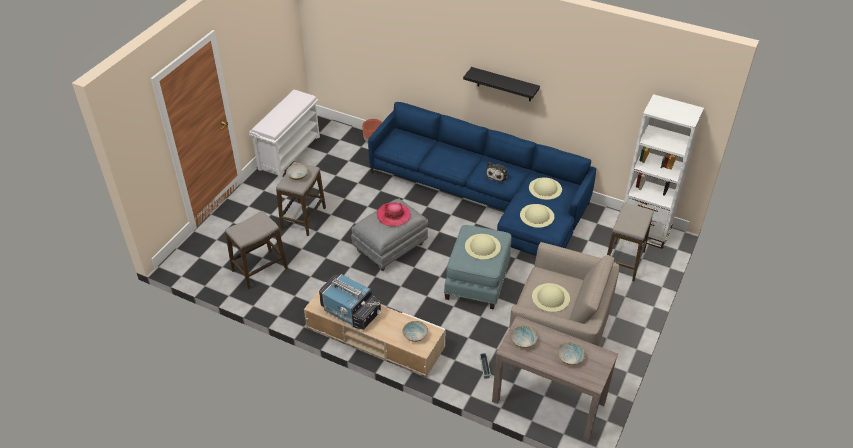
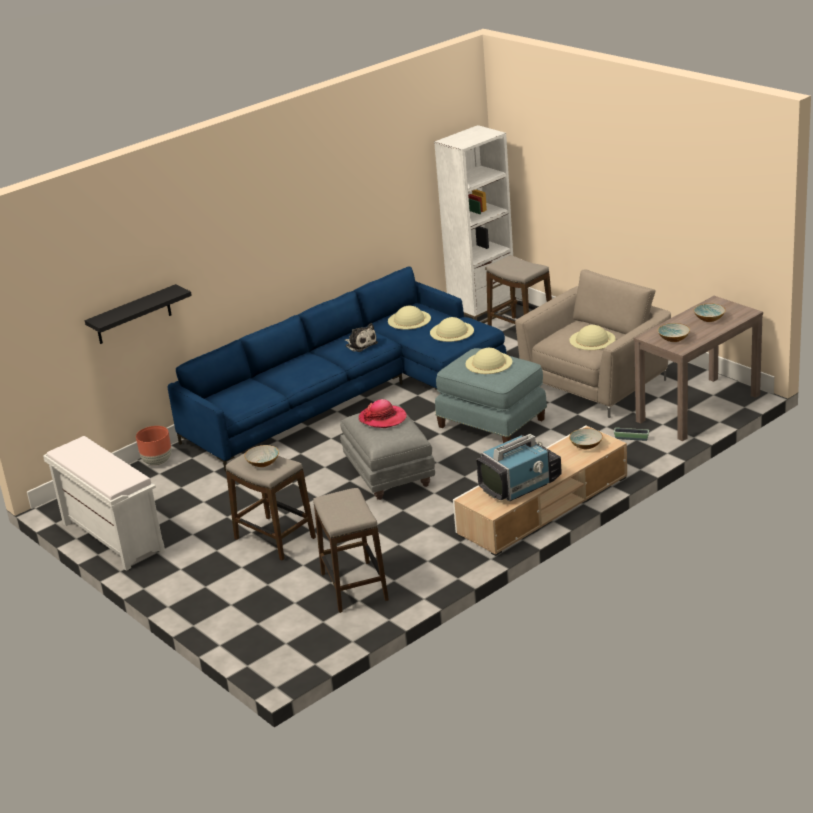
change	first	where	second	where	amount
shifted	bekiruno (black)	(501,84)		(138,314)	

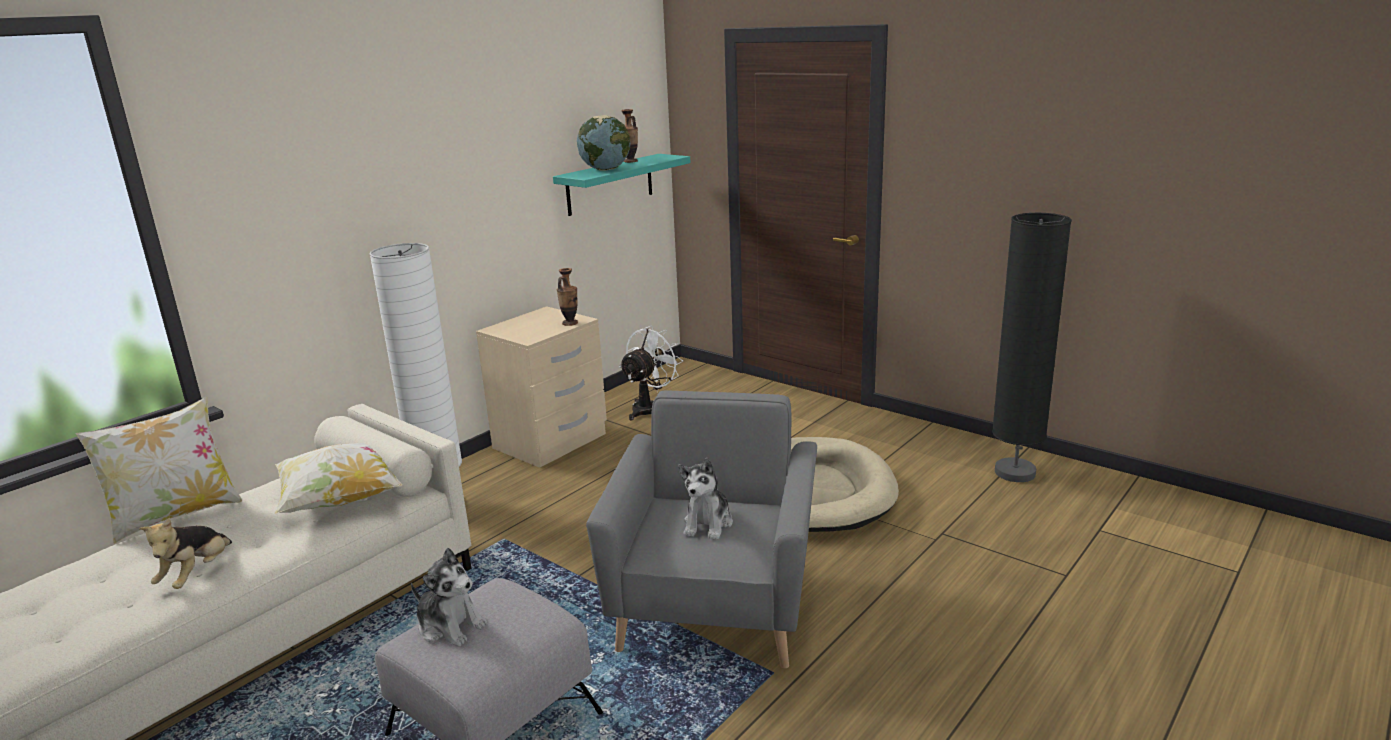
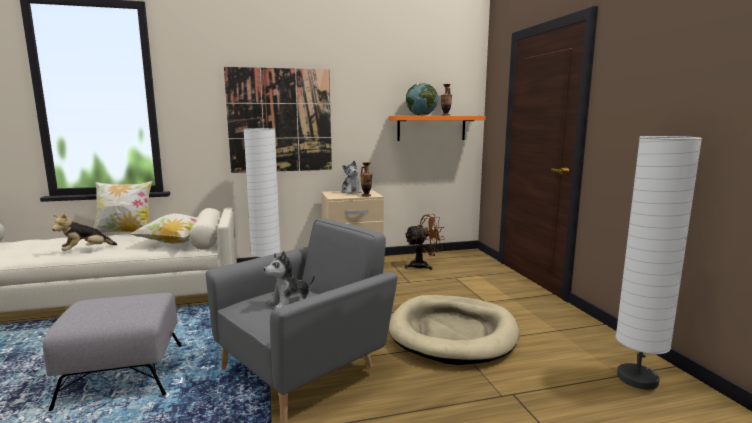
change	first	where	second	where	amount
repainted	bekiruno (turquoise)	(622,185)	bekiruno (orange)	(437,128)	
repainted	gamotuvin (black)	(1032,347)	gamotuvin (white)	(659,263)	
repainted	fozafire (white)	(651,373)	fozafire (brown)	(425,242)	
shifted	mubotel	(449,597)		(351,177)	
new			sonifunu	(278,120)	

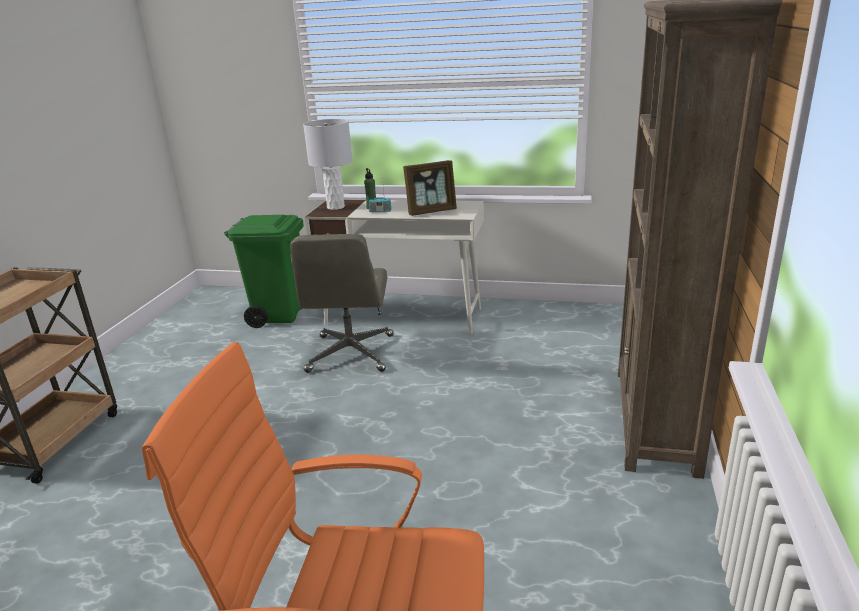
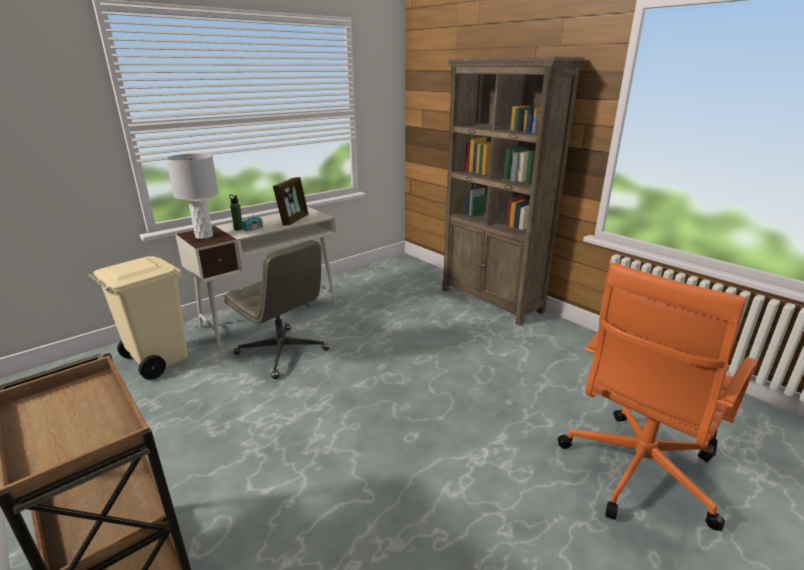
change	first	where	second	where	amount
repainted	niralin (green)	(264,271)	niralin (beige)	(138,318)	

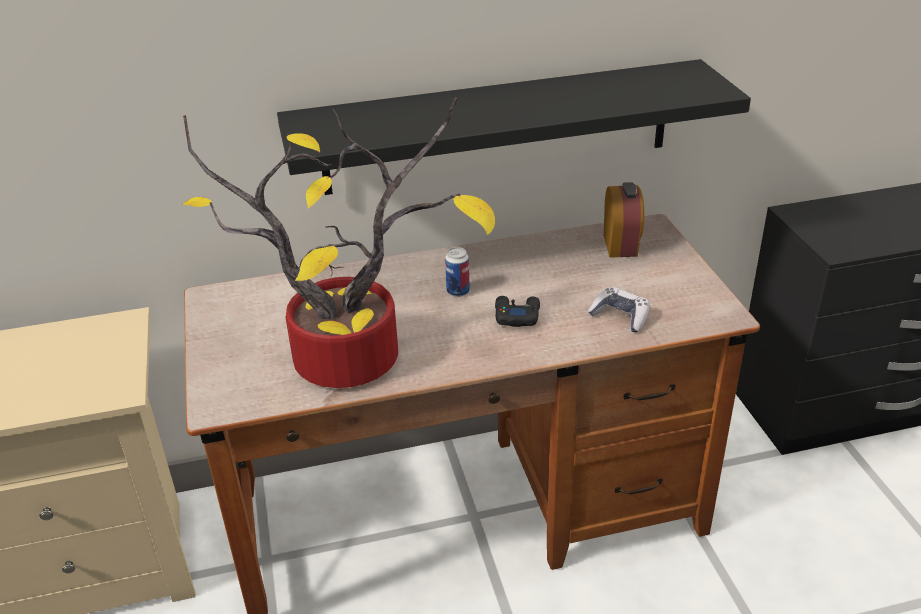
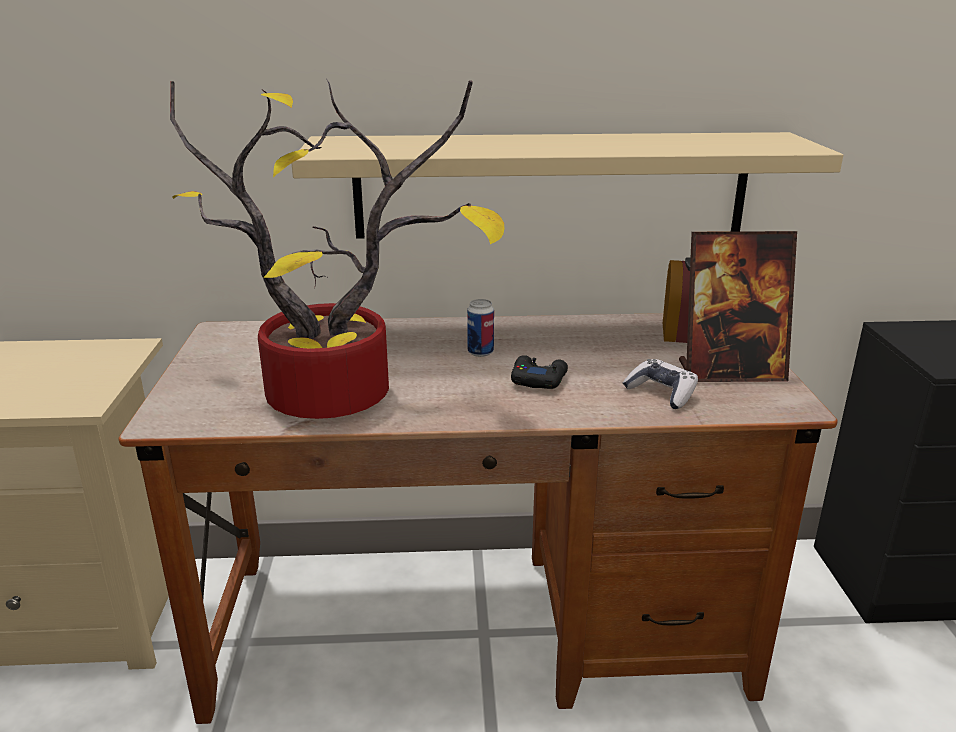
change	first	where	second	where	amount
repainted	bekiruno (black)	(514,127)	bekiruno (beige)	(567,185)	
new			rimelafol	(738,306)	

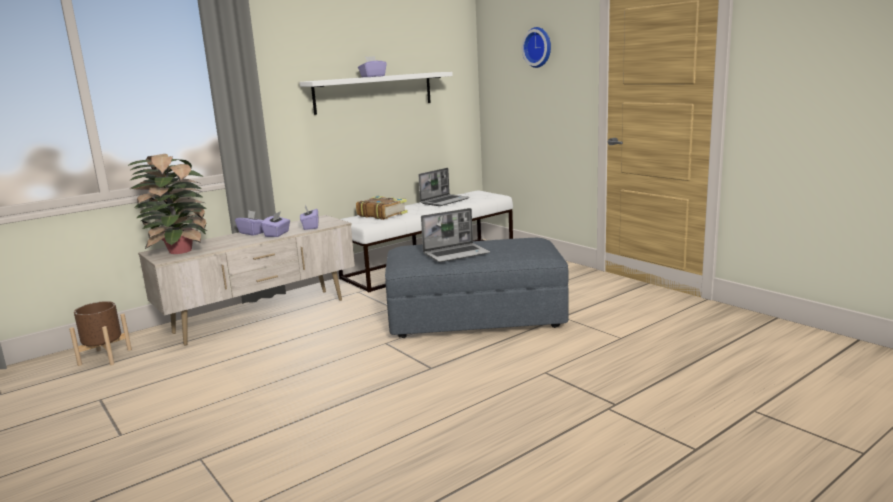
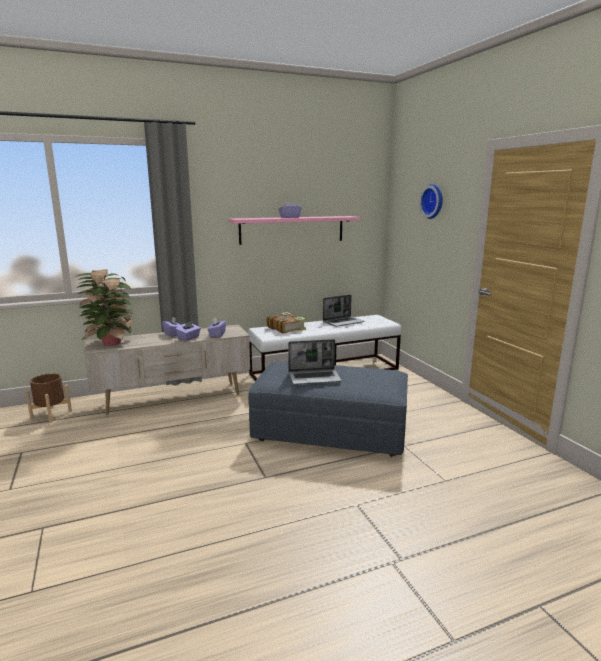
change	first	where	second	where	amount
repainted	bekiruno (white)	(376,93)	bekiruno (pink)	(294,230)	

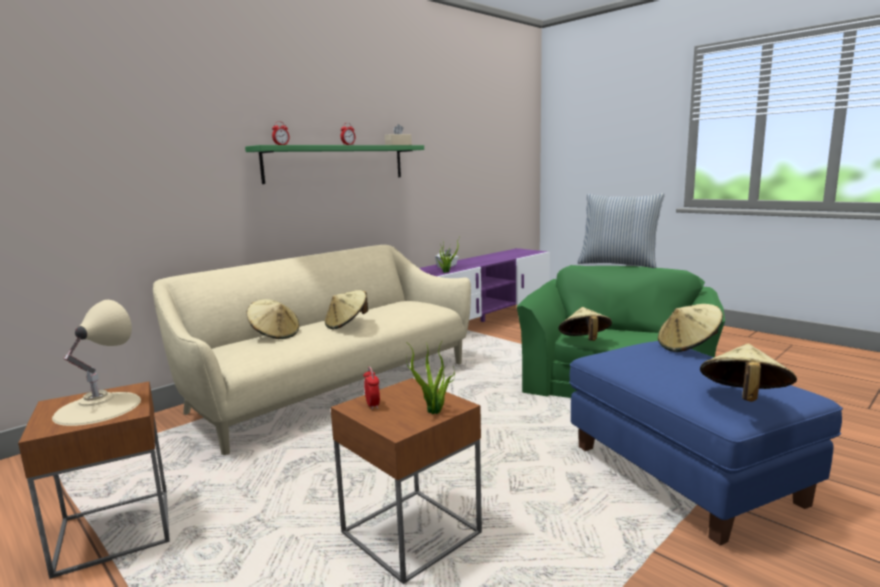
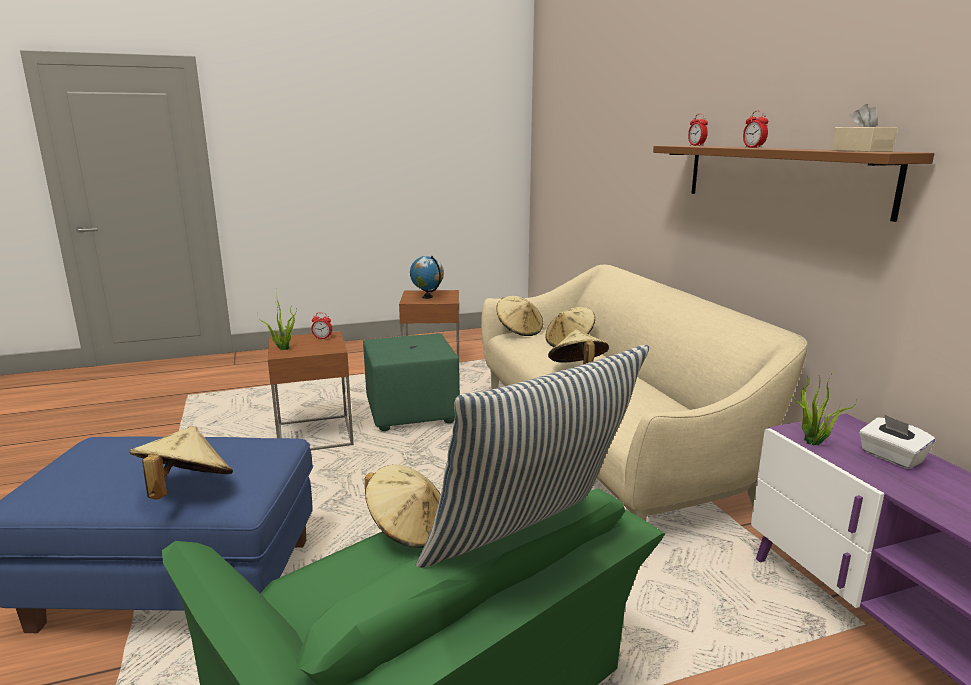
change	first	where	second	where	amount
repainted	bekiruno (green)	(334,164)	bekiruno (brown)	(793,184)	
swapped	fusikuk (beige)	(96,363)	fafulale	(427,277)	
shifted	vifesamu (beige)	(748,373)		(519,316)	
new			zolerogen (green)	(411,382)	

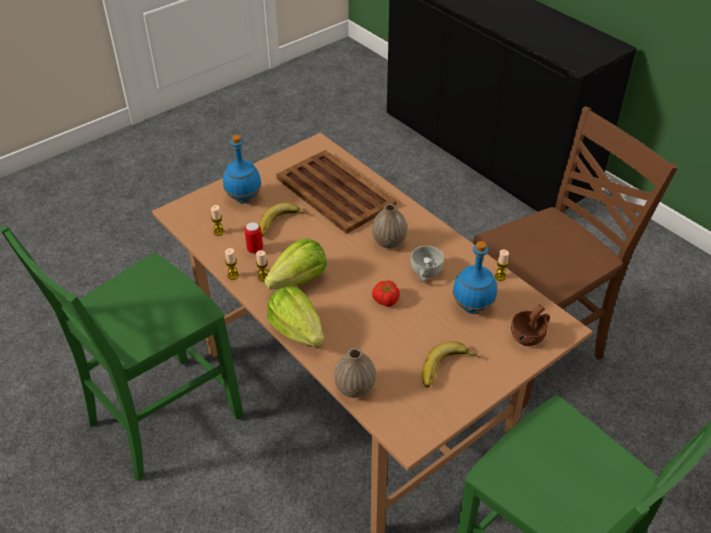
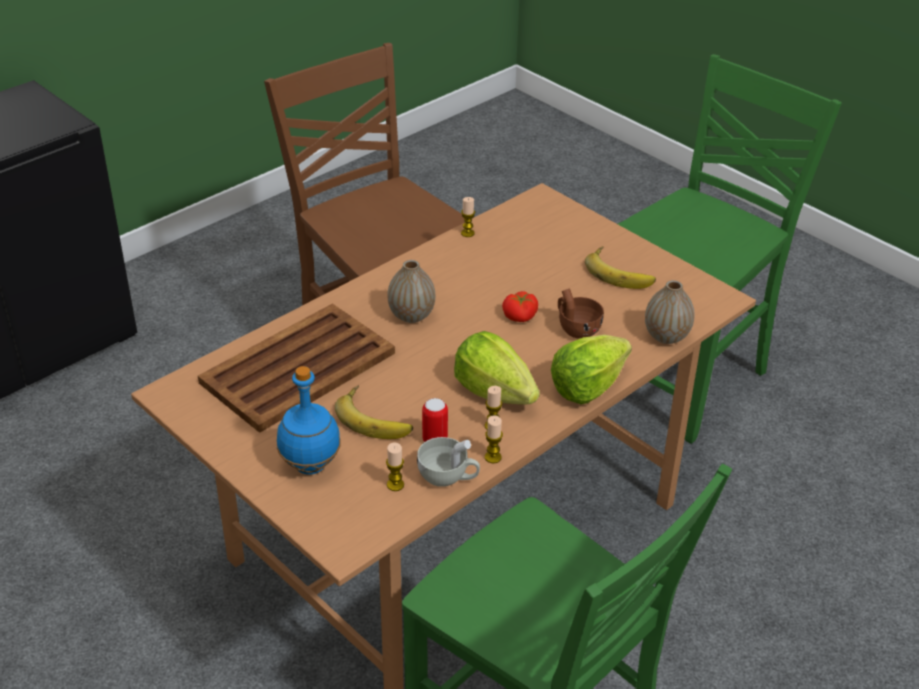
change	first	where	second	where	amount
gone	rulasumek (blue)	(475,277)			
shifted	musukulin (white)	(427,264)		(448,462)	
shifted	musukulin (brown)	(530,325)		(581,313)	

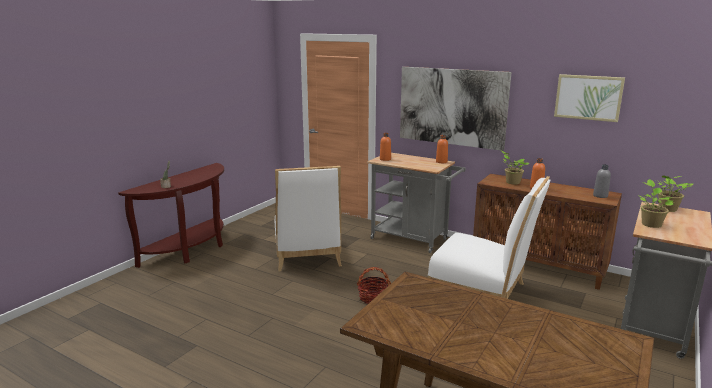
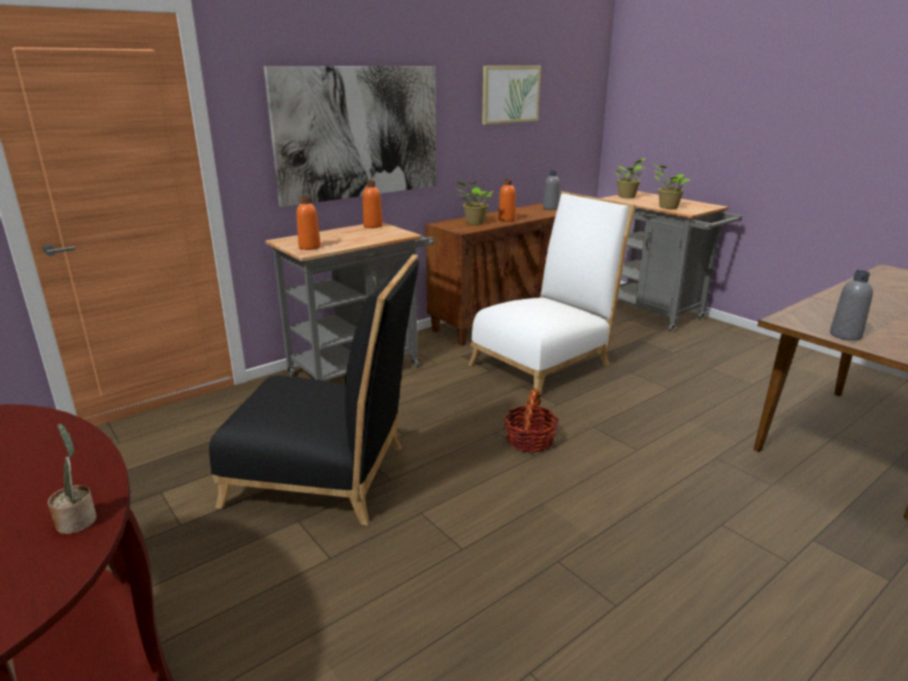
change	first	where	second	where	amount
repainted	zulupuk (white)	(308,218)	zulupuk (black)	(314,389)	
new			rulasumek (grey)	(851,305)	

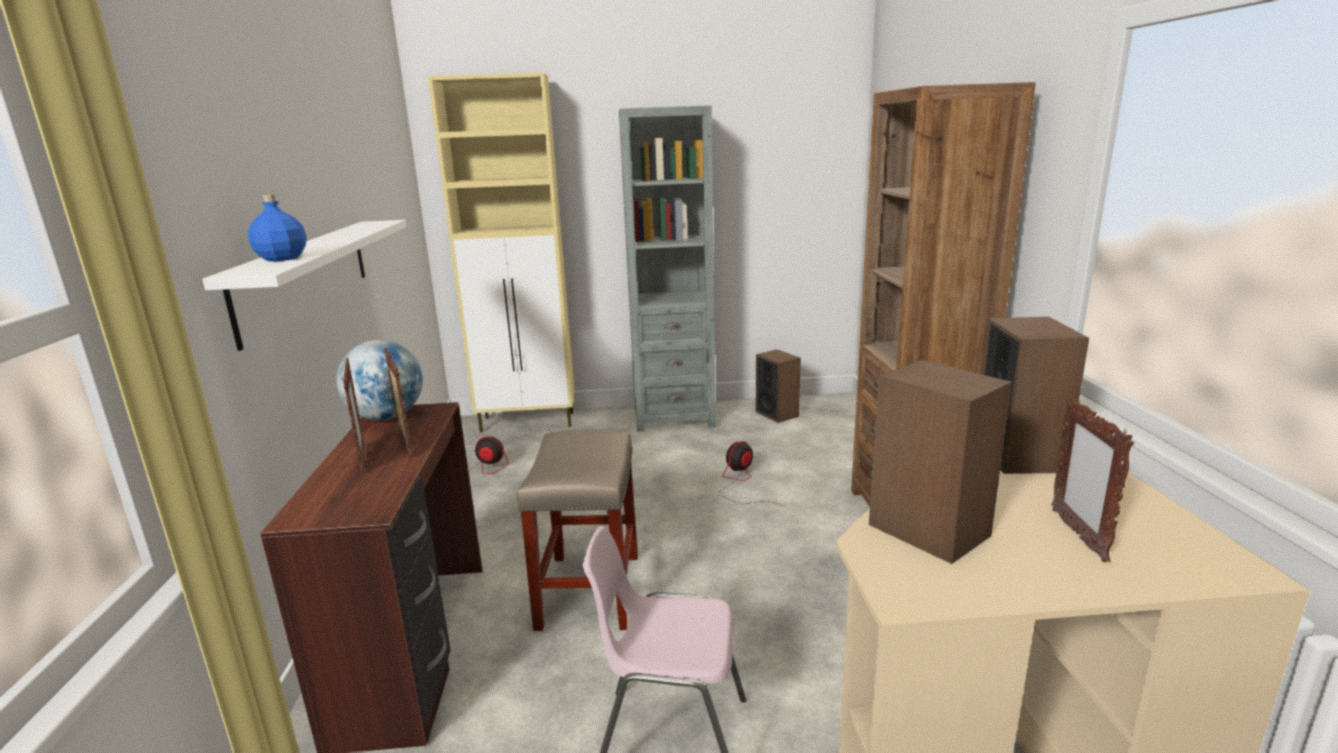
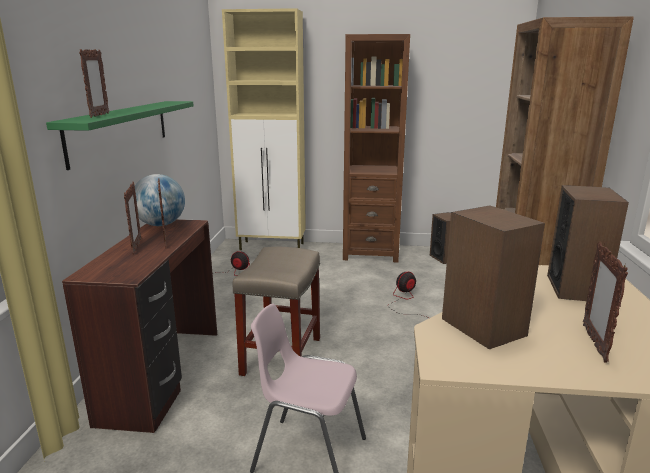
change	first	where	second	where	amount
repainted	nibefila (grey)	(667,268)	nibefila (brown)	(376,148)	
swapped	rulasumek (blue)	(277,227)	rimelafol	(94,83)	
repainted	bekiruno (white)	(304,285)	bekiruno (green)	(120,135)	

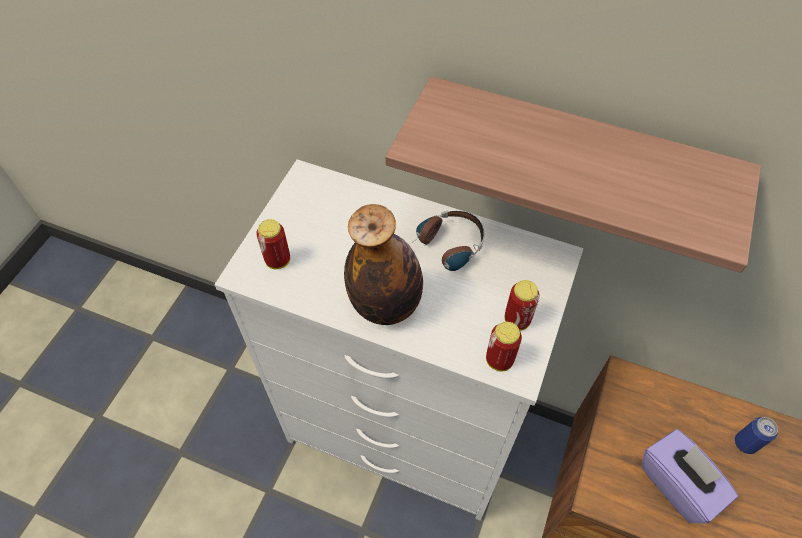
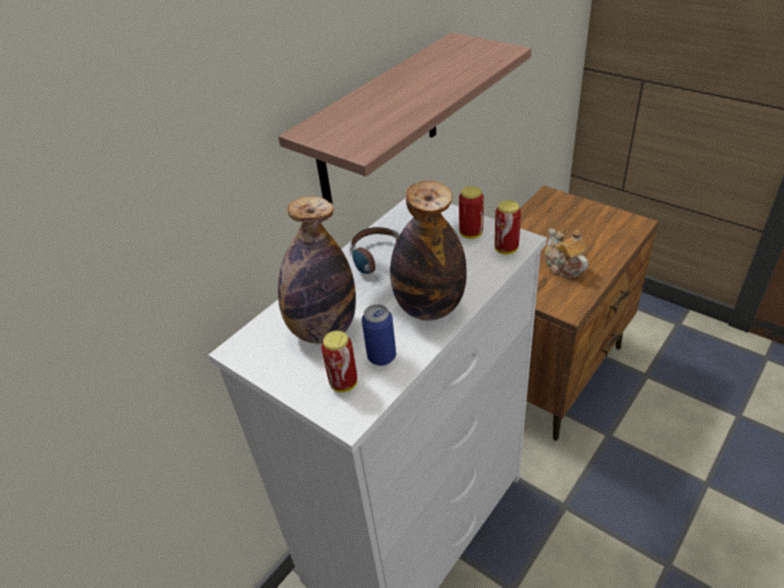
change	first	where	second	where	amount
shifted	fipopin	(756,435)		(379,335)	
swapped	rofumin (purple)	(690,476)	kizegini	(566,253)	
new			rulasumek	(317,270)	

